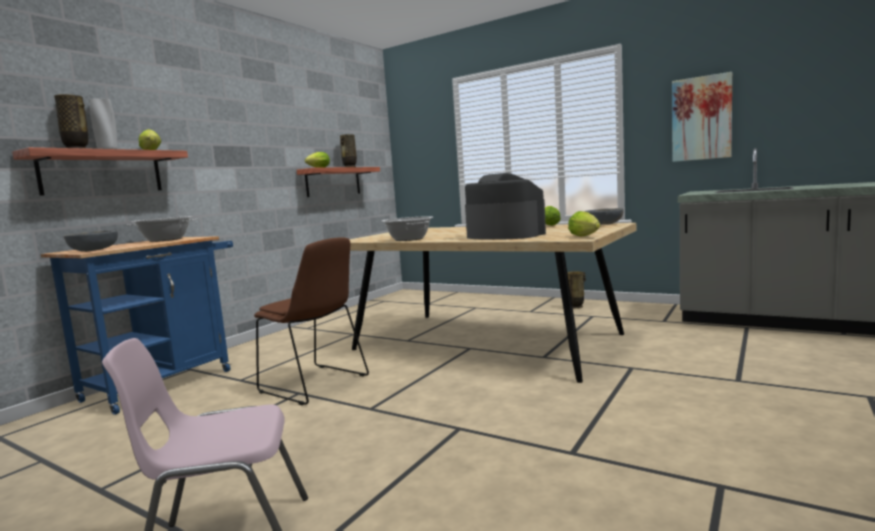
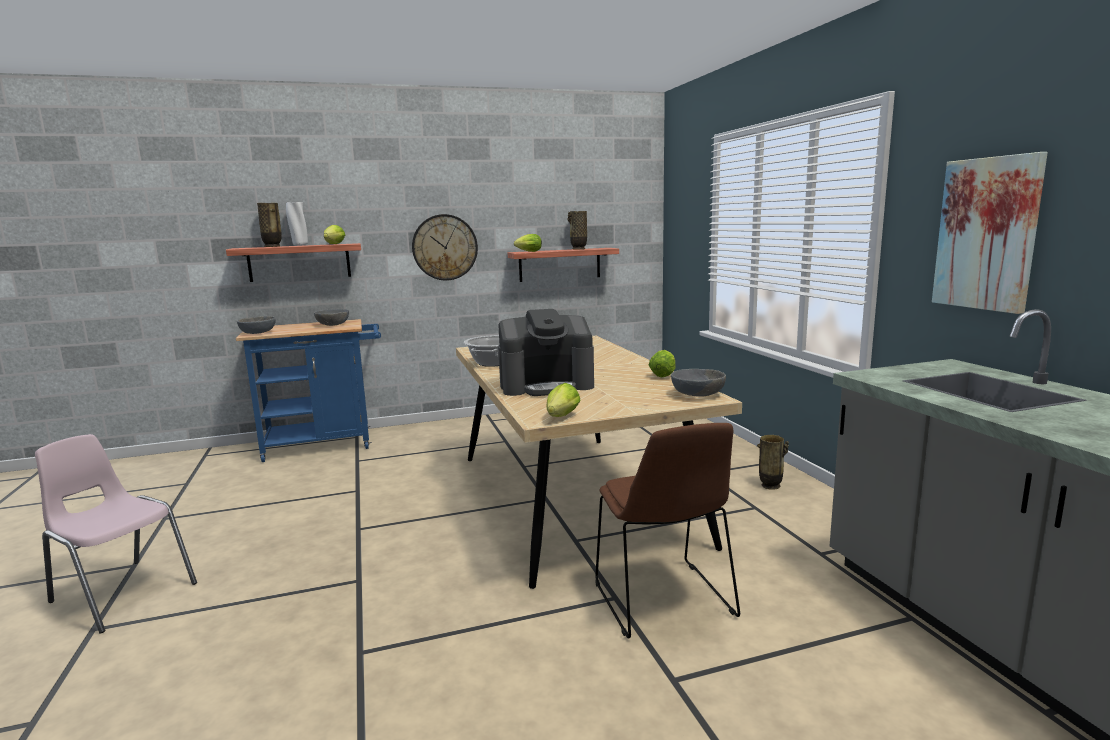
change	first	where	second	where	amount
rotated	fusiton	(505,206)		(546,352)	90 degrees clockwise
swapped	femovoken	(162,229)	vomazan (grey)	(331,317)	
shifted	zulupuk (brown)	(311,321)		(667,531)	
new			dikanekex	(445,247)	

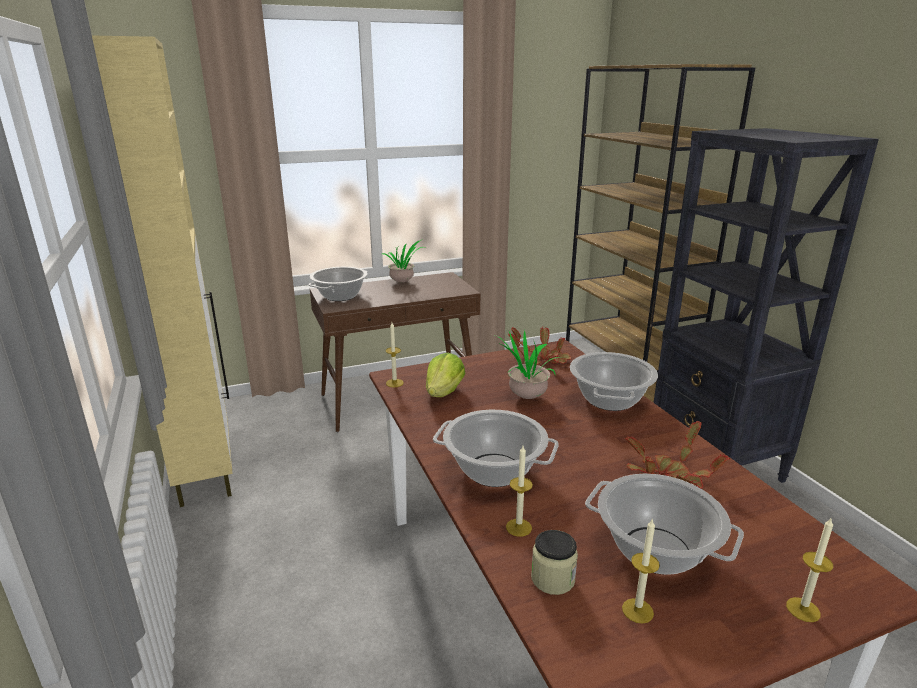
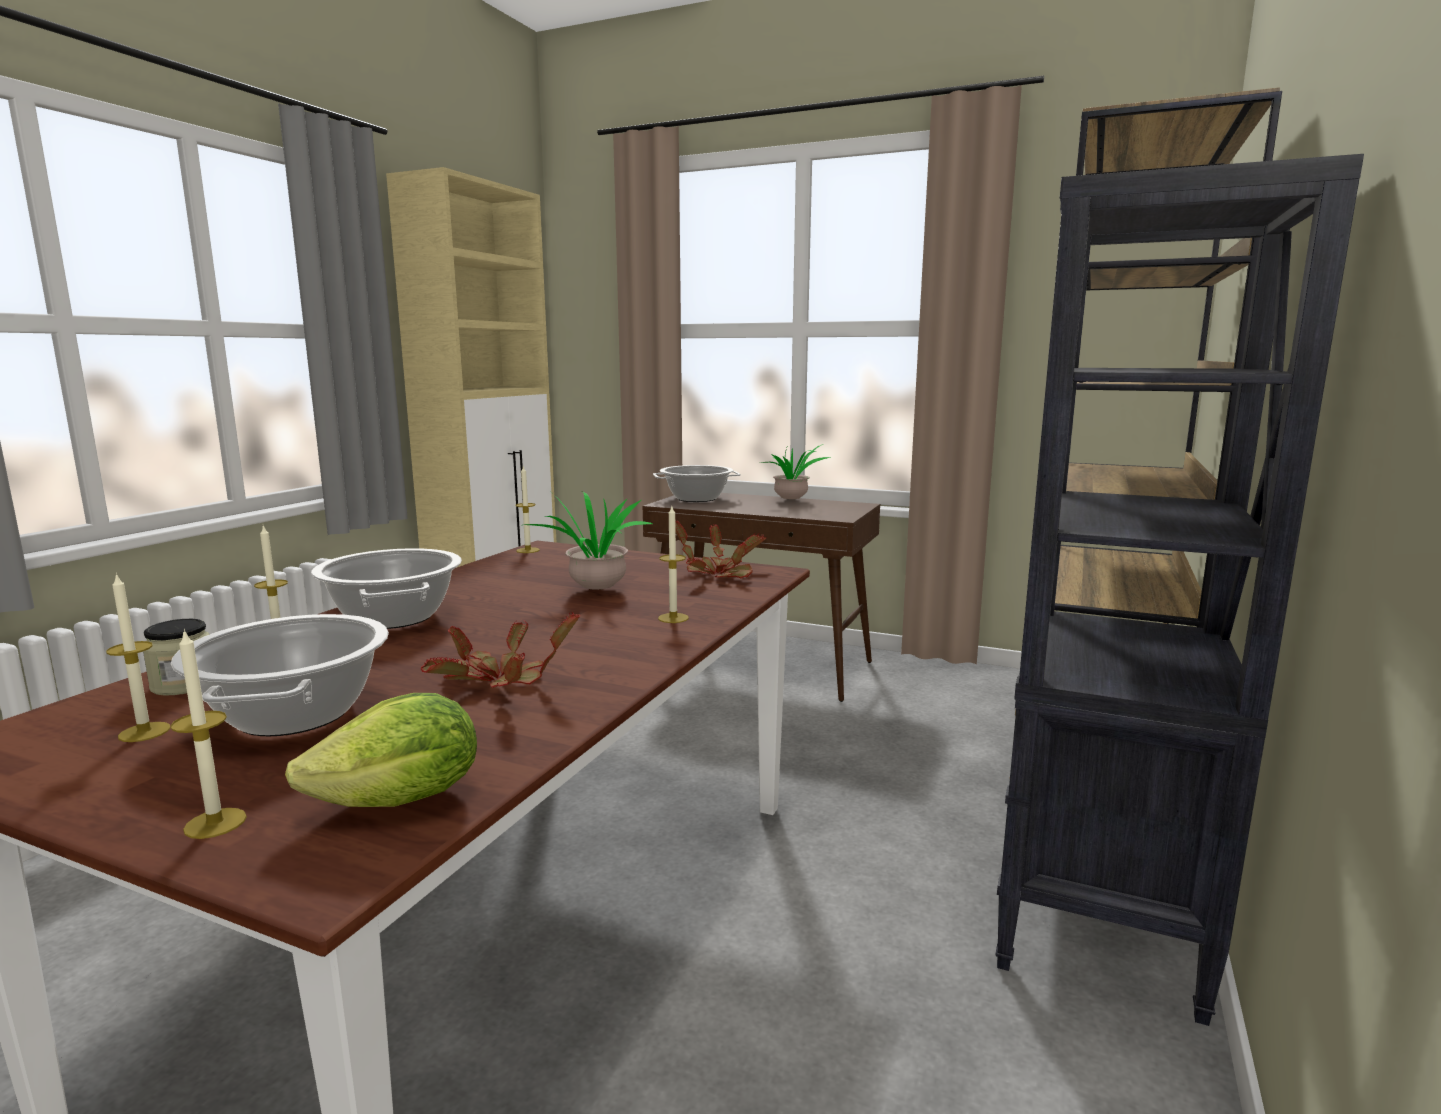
change	first	where	second	where	amount
swapped	femovoken	(614,381)	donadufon	(673,564)	
shifted	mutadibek	(445,375)		(381,750)	

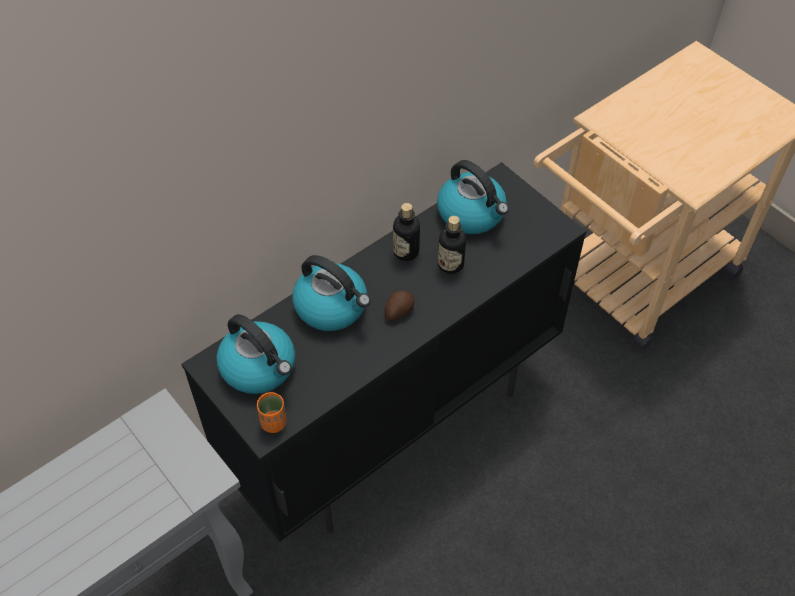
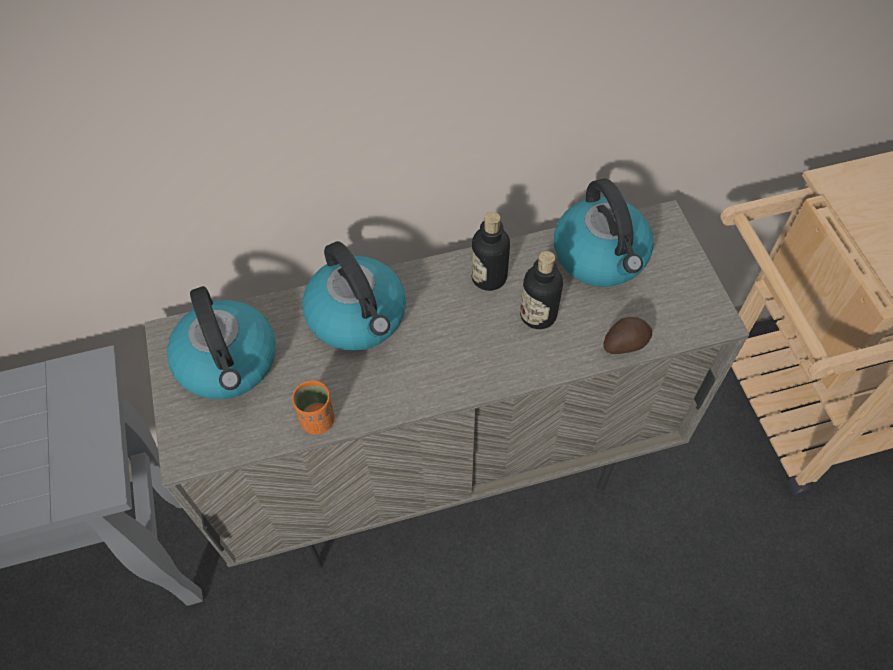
change	first	where	second	where	amount
repainted	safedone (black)	(383,352)	safedone (beige)	(447,384)	
shifted	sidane	(399,306)		(628,335)	
shifted	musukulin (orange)	(271,412)		(313,407)	

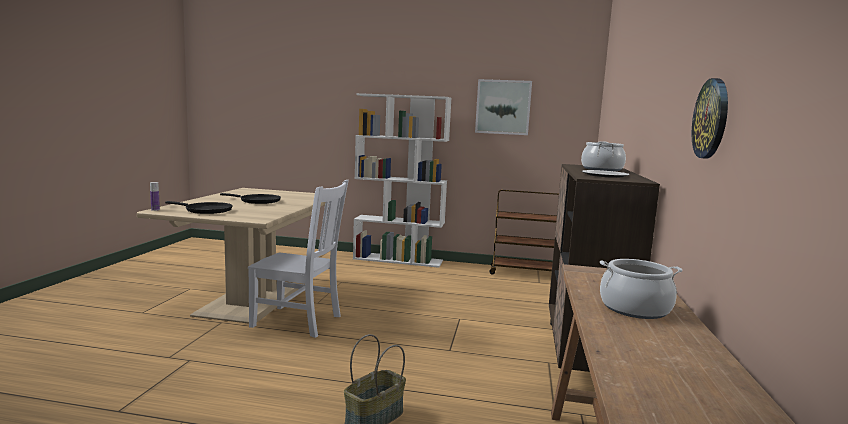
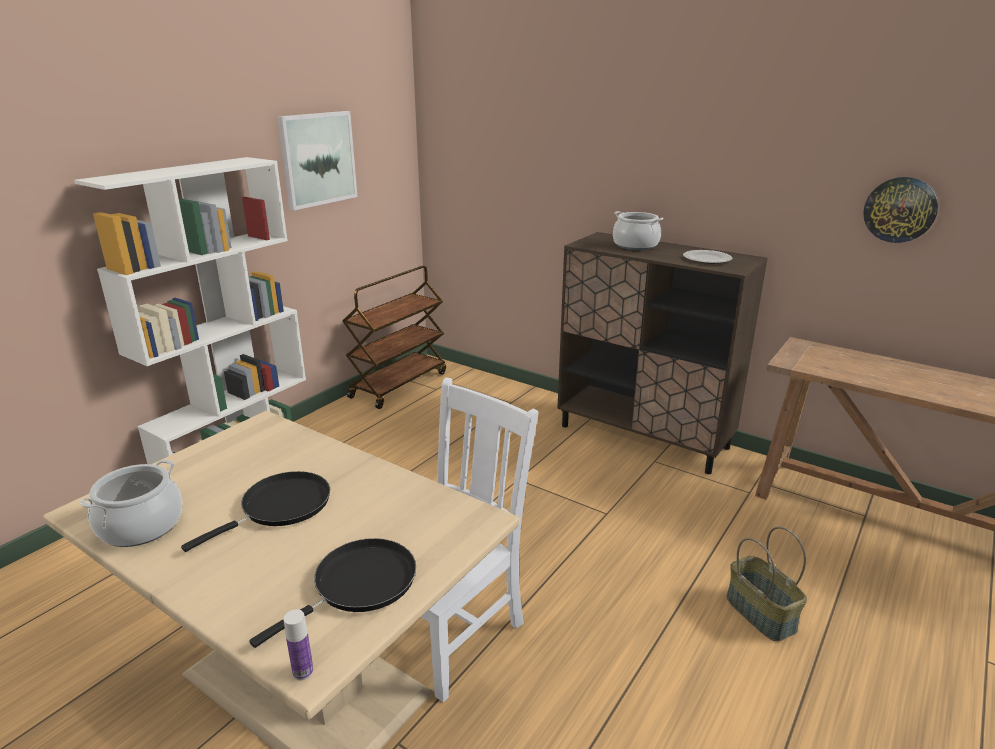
change	first	where	second	where	amount
shifted	femovoken	(641,289)		(131,503)	

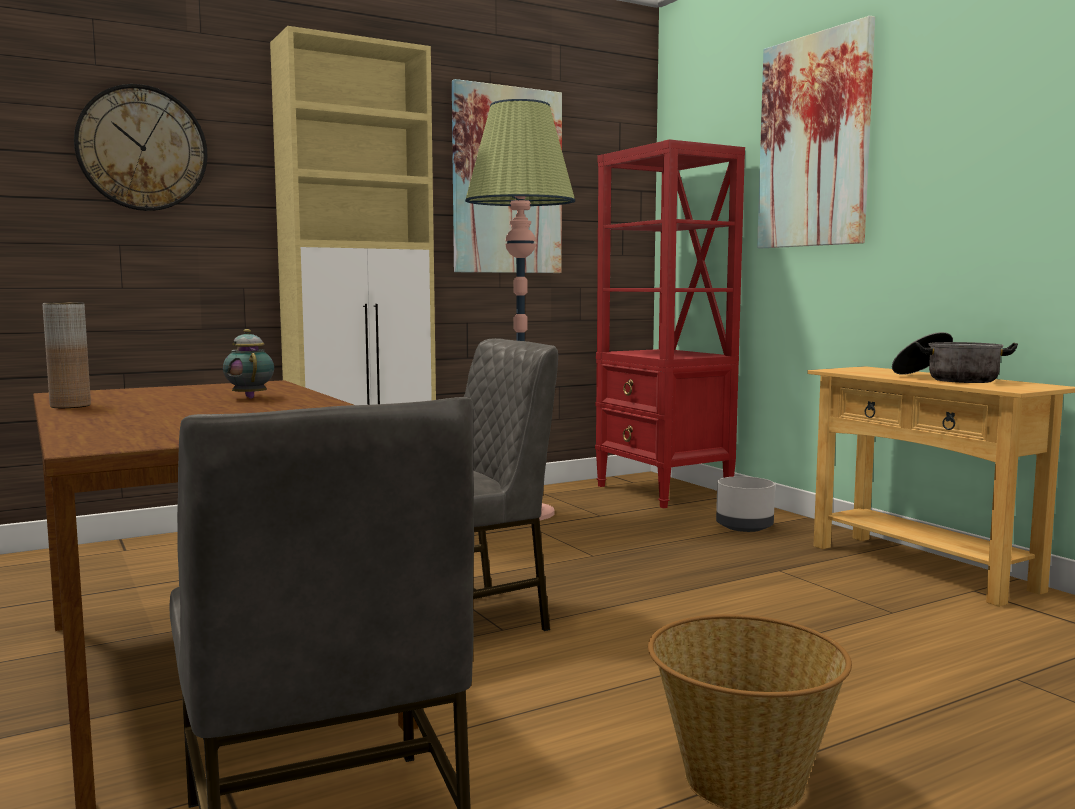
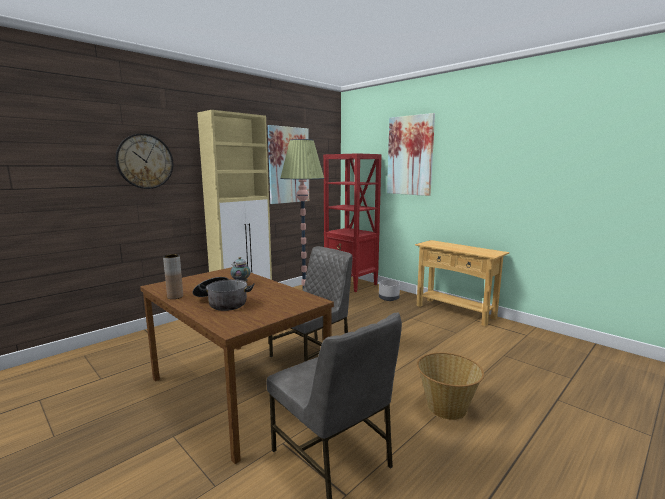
change	first	where	second	where	amount
shifted	femovoken	(955,357)		(223,294)	

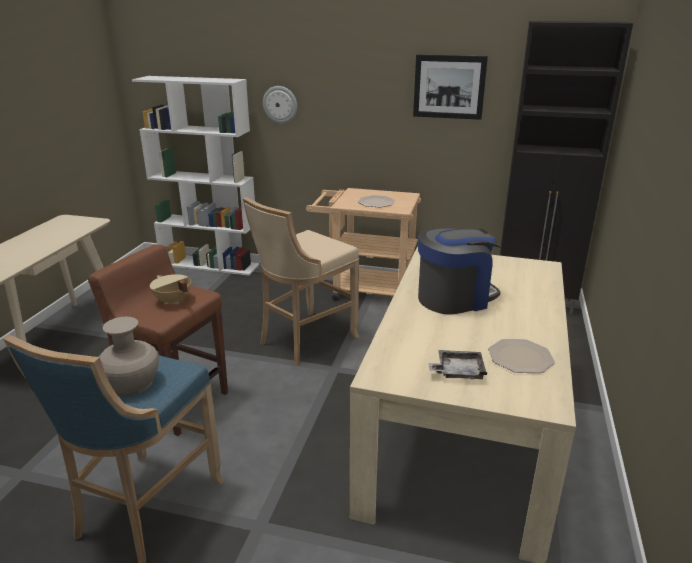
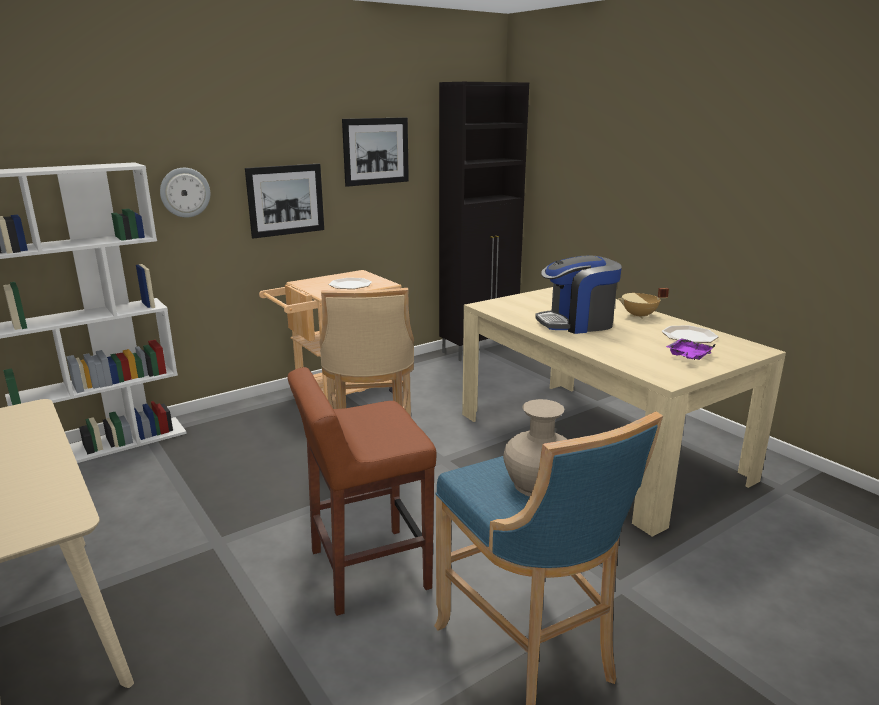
change	first	where	second	where	amount
rotated	fusiton	(460,272)		(578,295)	120 degrees counterclockwise
shifted	femovoken (beige)	(170,289)		(643,303)	
repainted	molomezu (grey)	(458,364)	molomezu (purple)	(690,349)	
new			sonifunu	(284,201)	

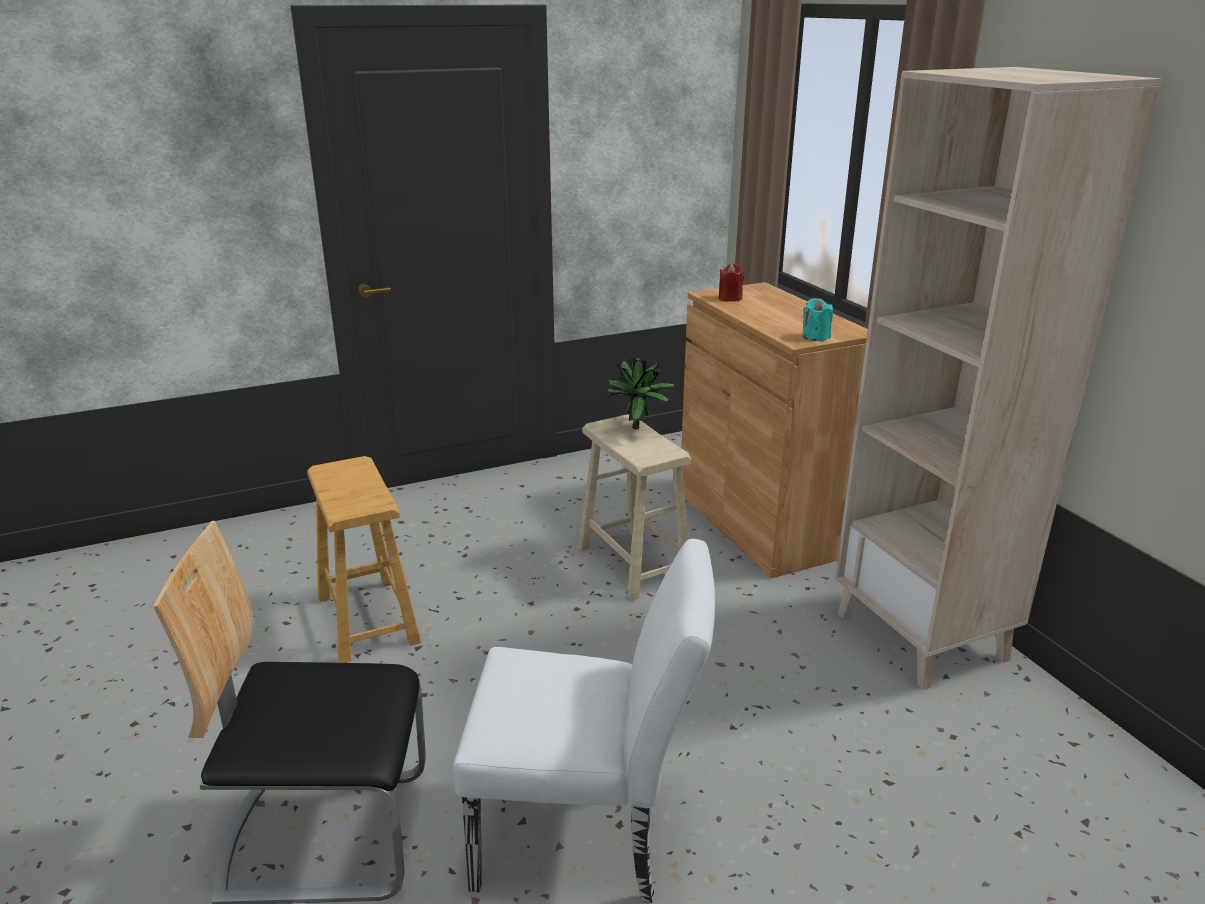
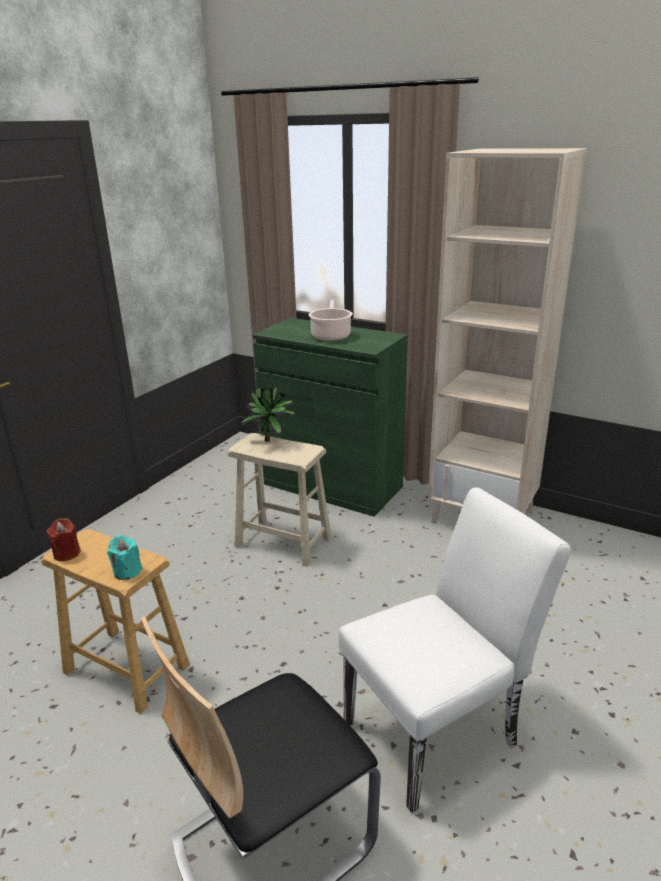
change	first	where	second	where	amount
shifted	donadufon (red)	(731,283)		(63,539)	
repainted	safedone (brown)	(774,430)	safedone (green)	(330,417)	
shifted	donadufon (turquoise)	(818,319)		(124,557)	
new			femovoken	(330,320)	

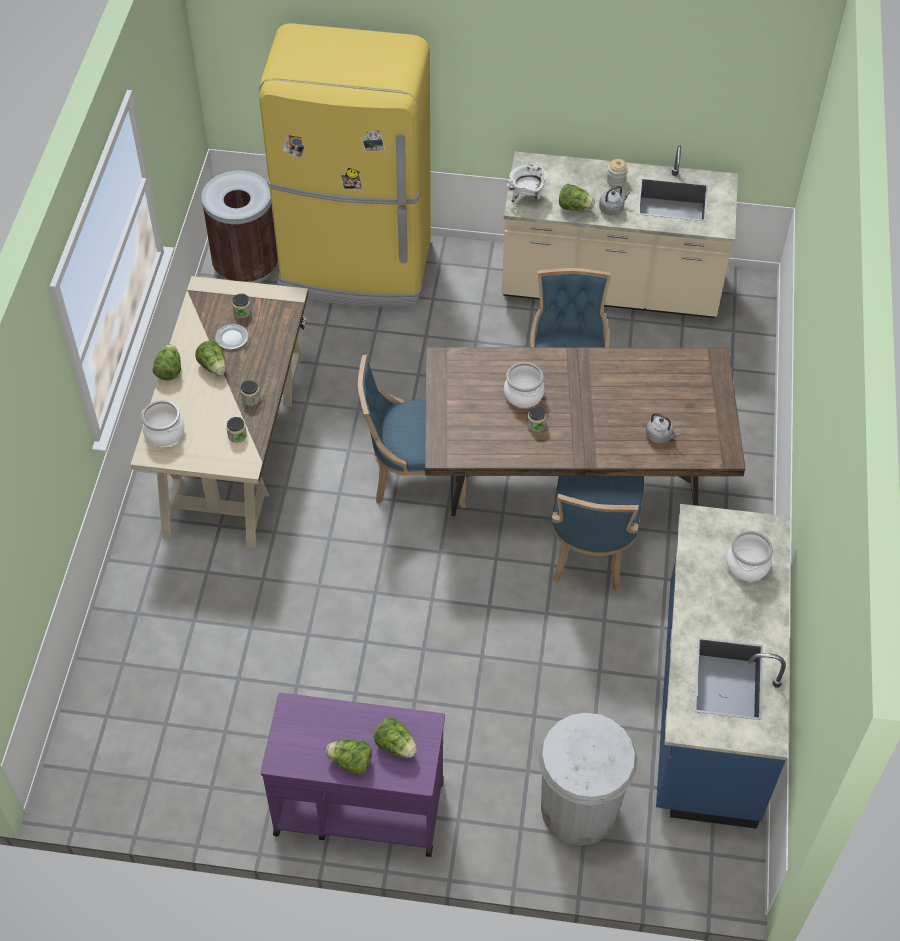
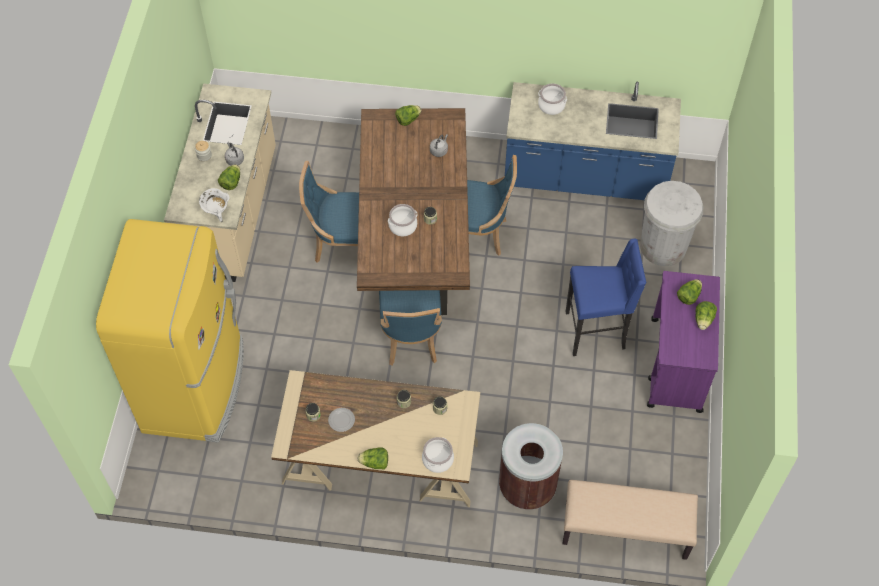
change	first	where	second	where	amount
shifted	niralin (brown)	(239,227)		(531,466)	
shifted	mutadibek	(210,357)		(408,115)	
new			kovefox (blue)	(605,297)	
new			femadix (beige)	(630,520)	

